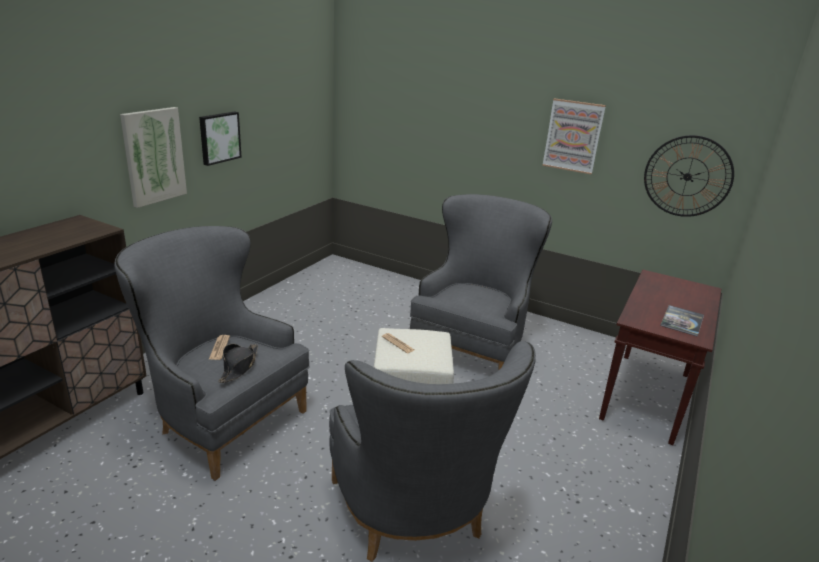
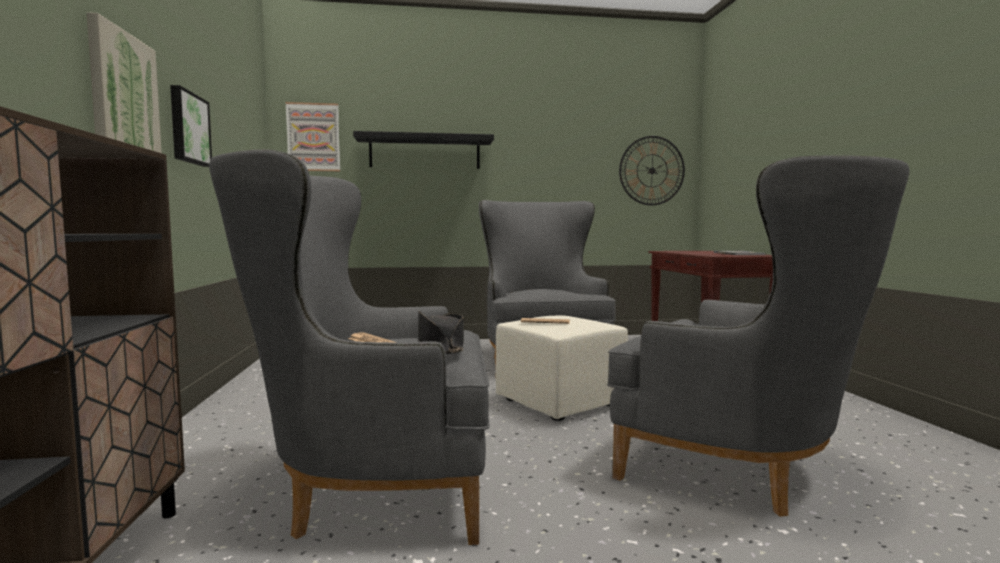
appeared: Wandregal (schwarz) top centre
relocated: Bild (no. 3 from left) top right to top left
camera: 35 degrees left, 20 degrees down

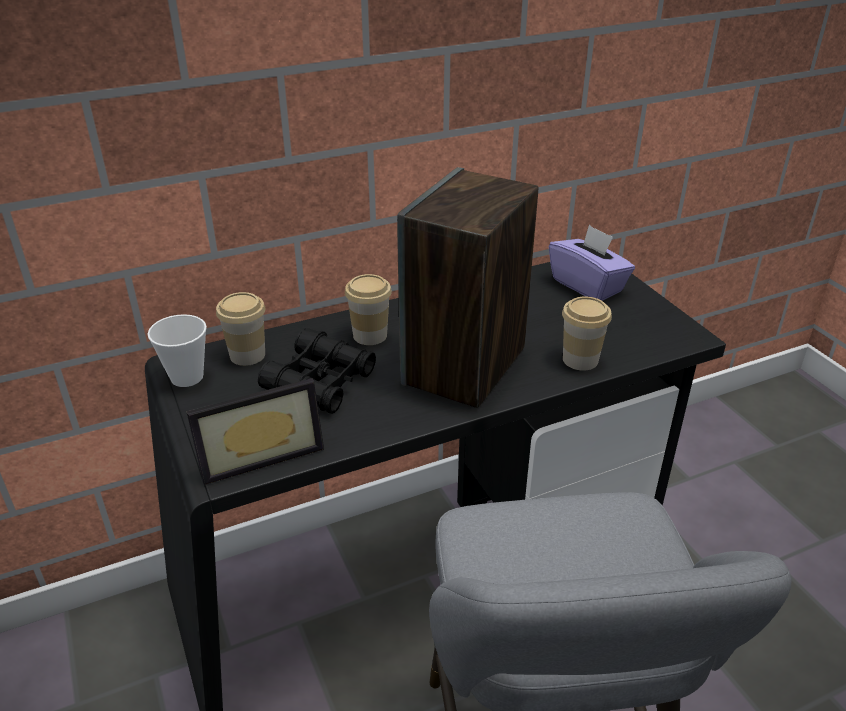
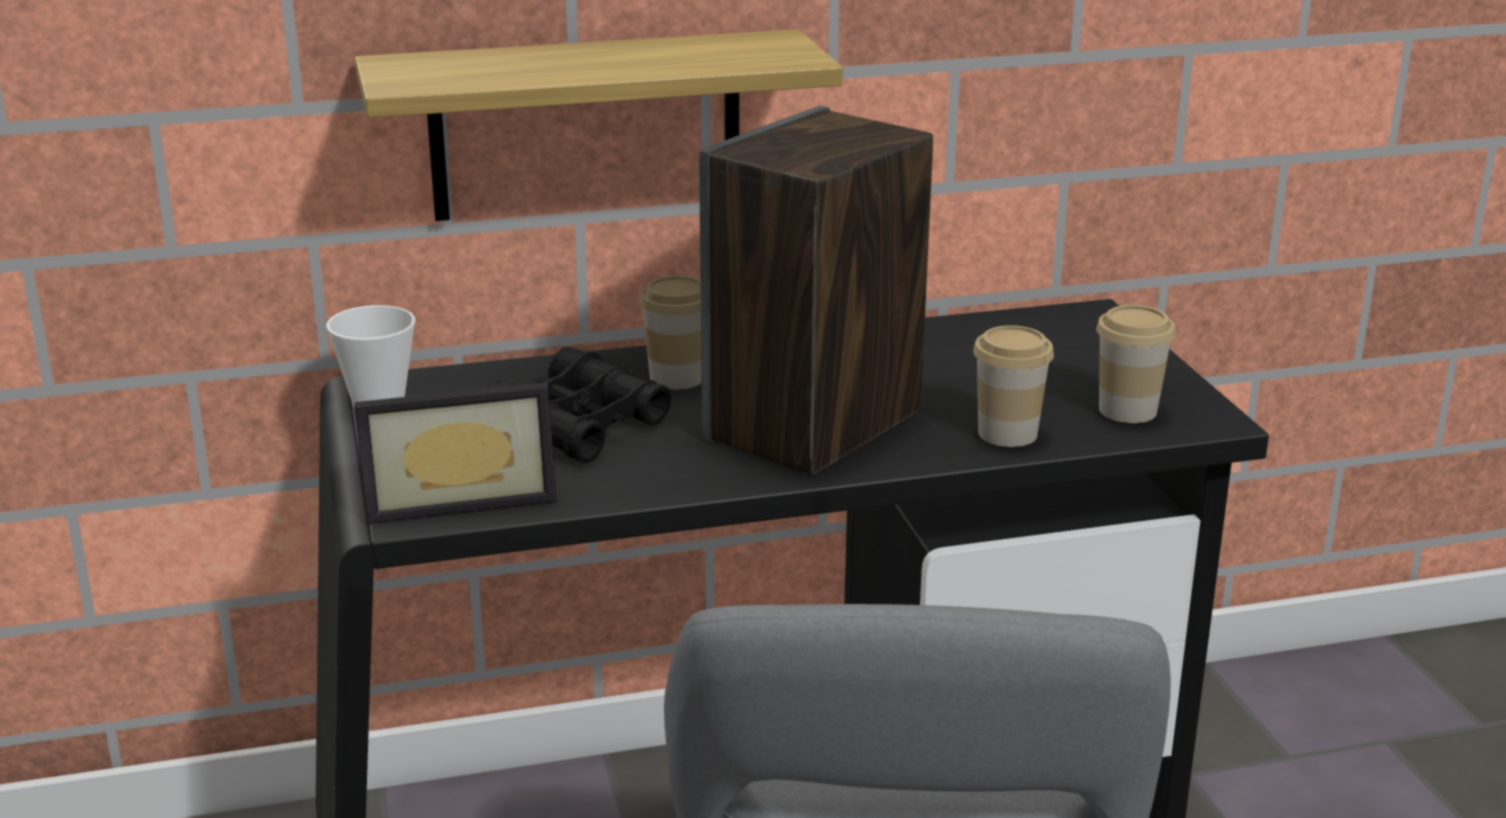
missing: Taschentuchbox (lila) middle right
appeared: Wandregal top centre
relocated: Tasse (no. 2 from left in the first image) middle left to Tasse (no. 4 from left) middle right
camera: 10 degrees right, 10 degrees down

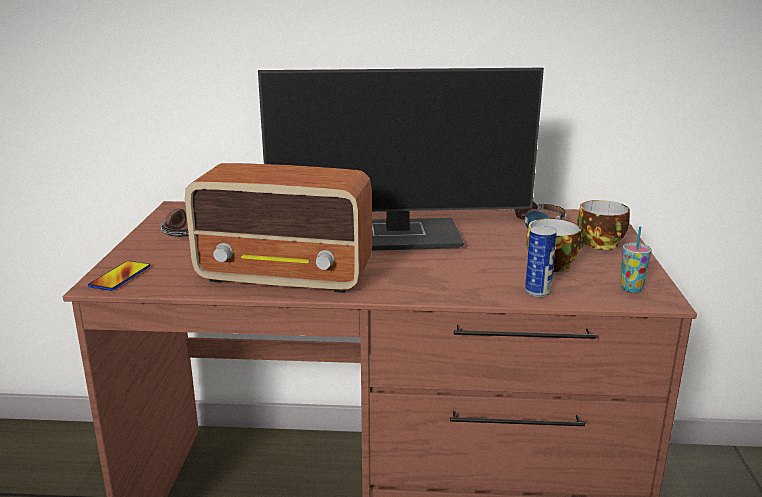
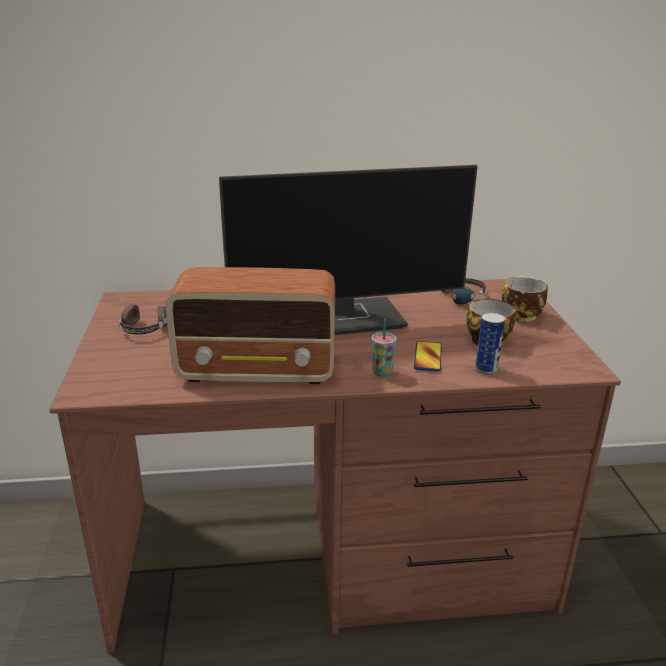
relocated: Tasse (no. 3 from left in the first image) middle right to Tasse (no. 1 from left) centre; Handy middle left to centre
camera: 10 degrees left, 5 degrees up

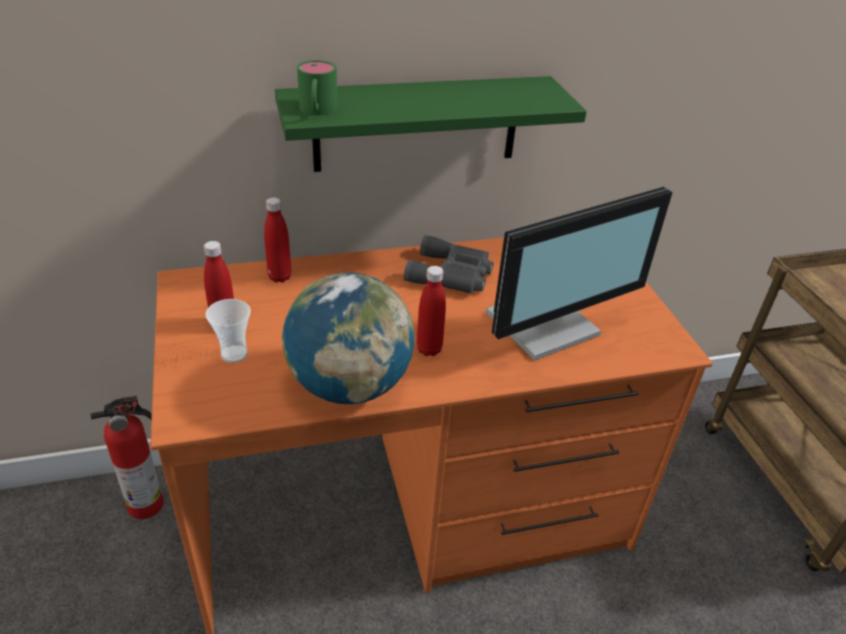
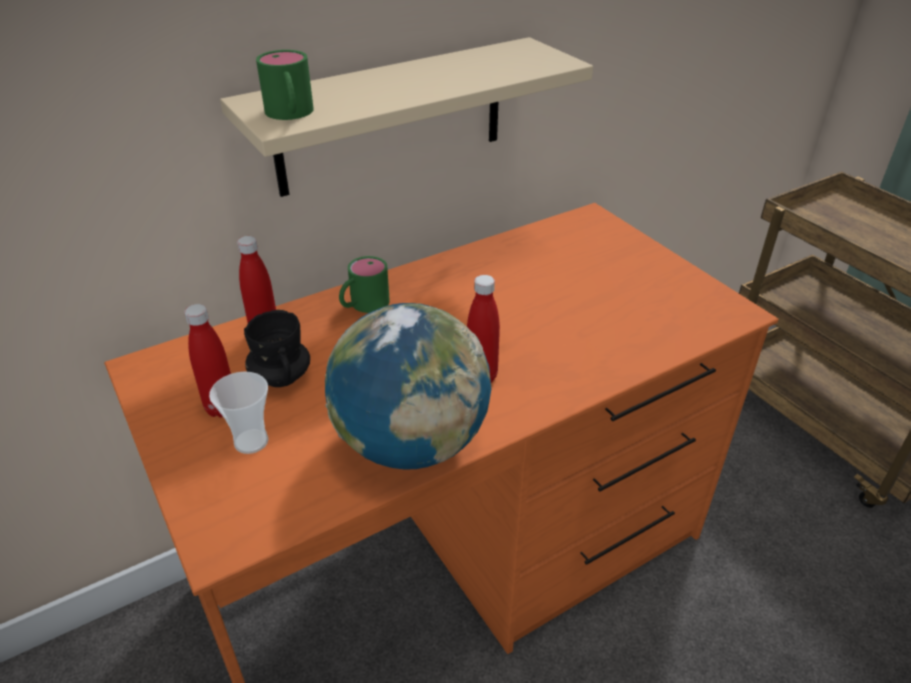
missing: Monitor middle right; Fernglas (grau) centre; Feuerlöscher bottom left
appeared: Henkelbecher (grün) (no. 2 from left) centre; Henkelbecher (schwarz) middle left
colour: Wandregal (grün) top centre to Wandregal (beige) top centre
camera: 15 degrees left, 0 degrees up

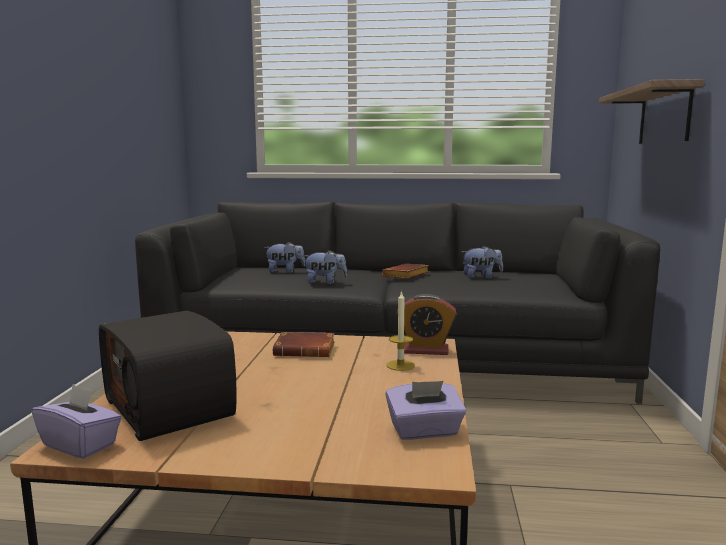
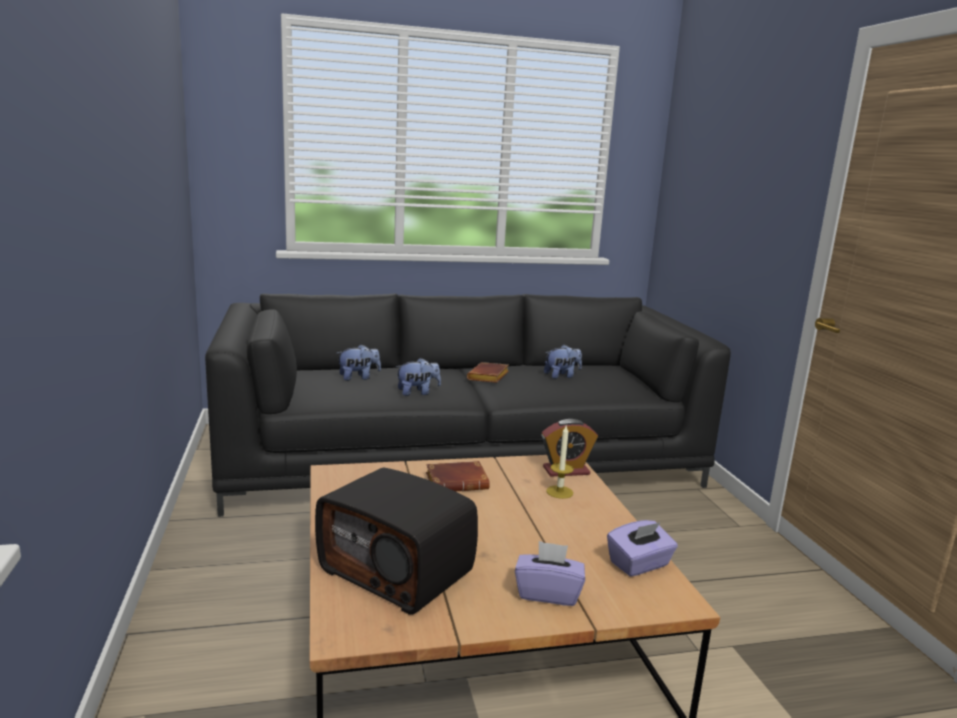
missing: Wandregal top right
relocated: Taschentuchbox (lila) (no. 1 from left) bottom left to bottom centre
camera: 20 degrees left, 5 degrees up

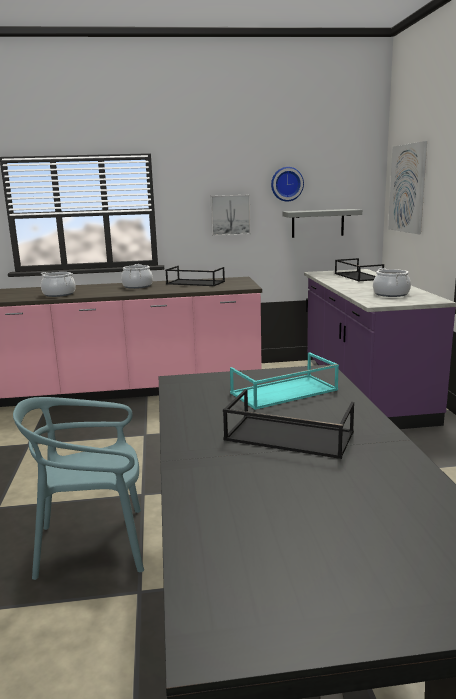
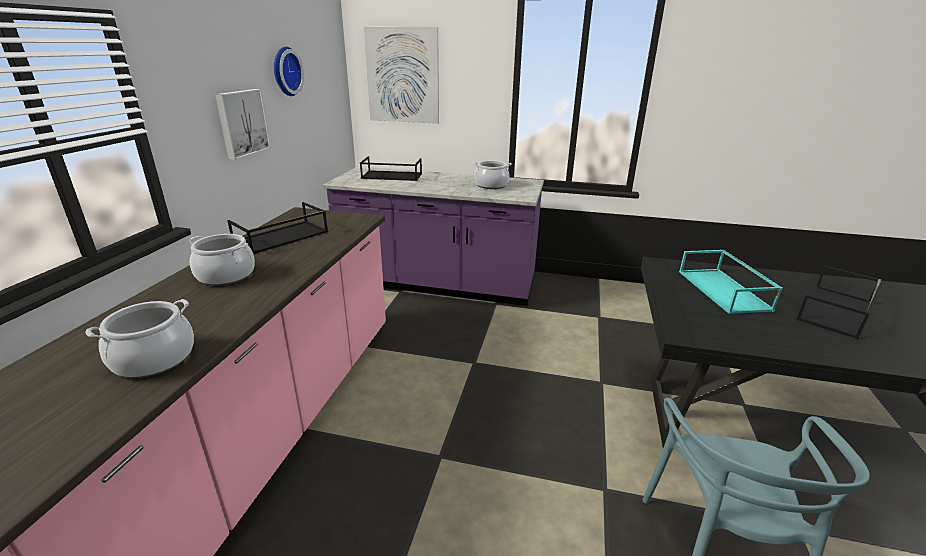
missing: Wandregal (grau) top right
camera: 70 degrees left, 10 degrees up

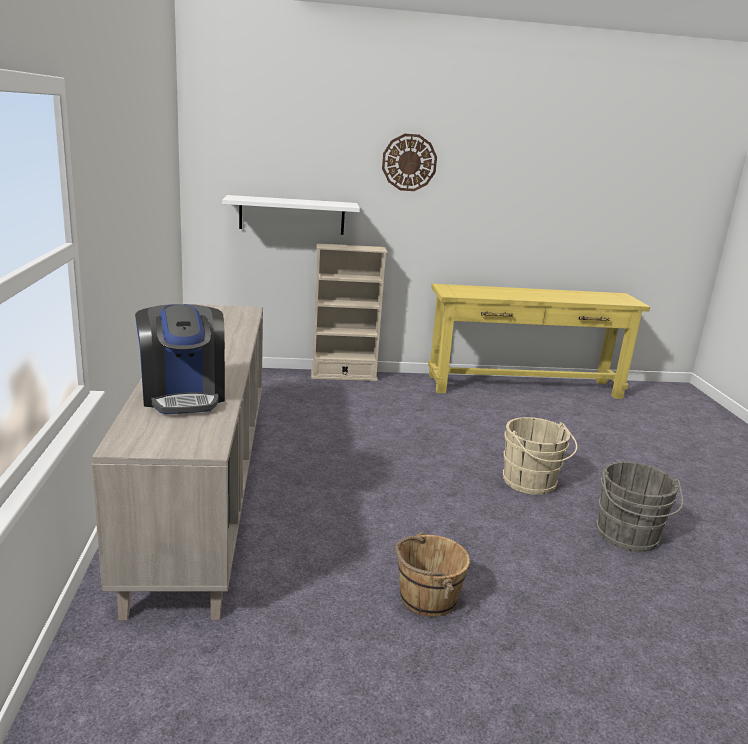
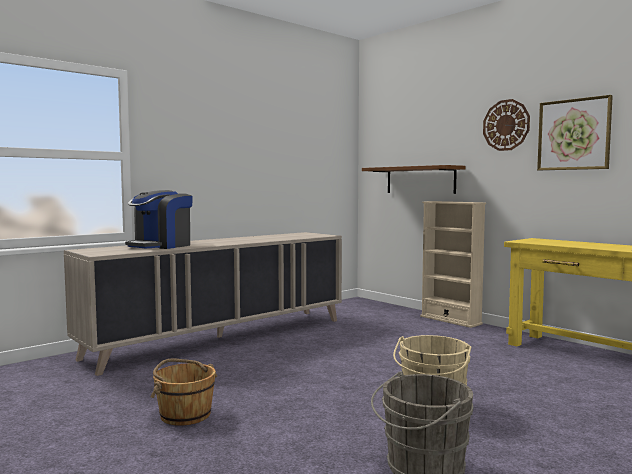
appeared: Bild top right
colour: Wandregal (weiß) top centre to Wandregal (braun) centre
camera: 55 degrees right, 15 degrees down

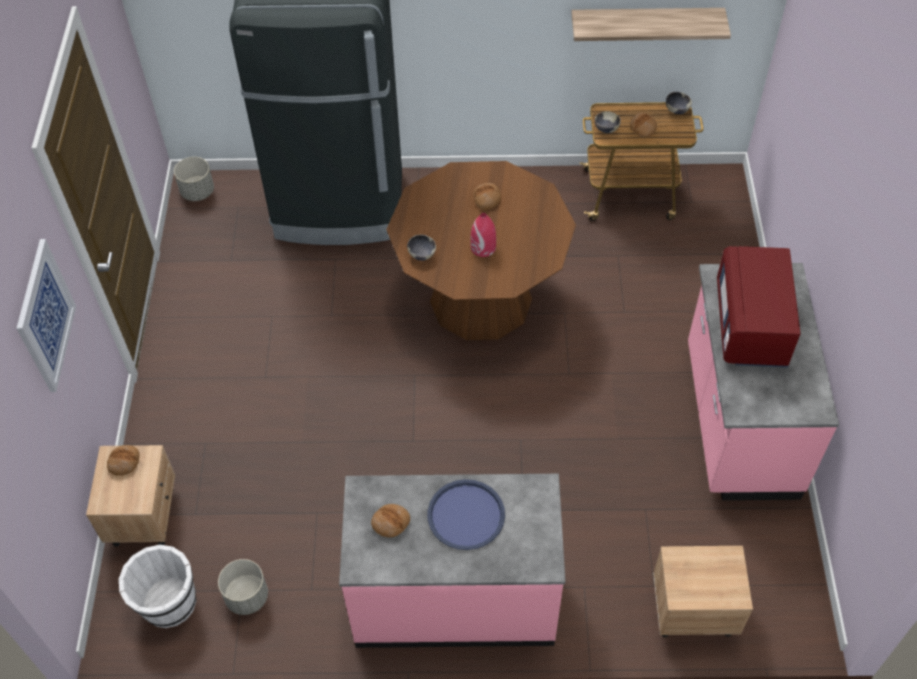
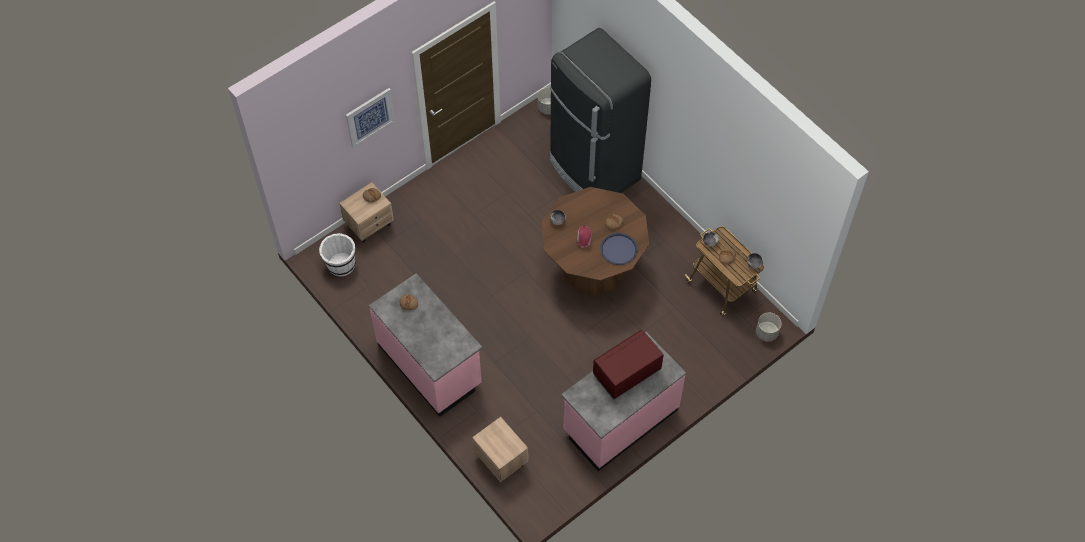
missing: Wandregal top right
relocated: Tablett (blau) bottom centre to centre; Pflanzkübel (grau) (no. 2 from left) bottom left to middle right
camera: 50 degrees right, 5 degrees up

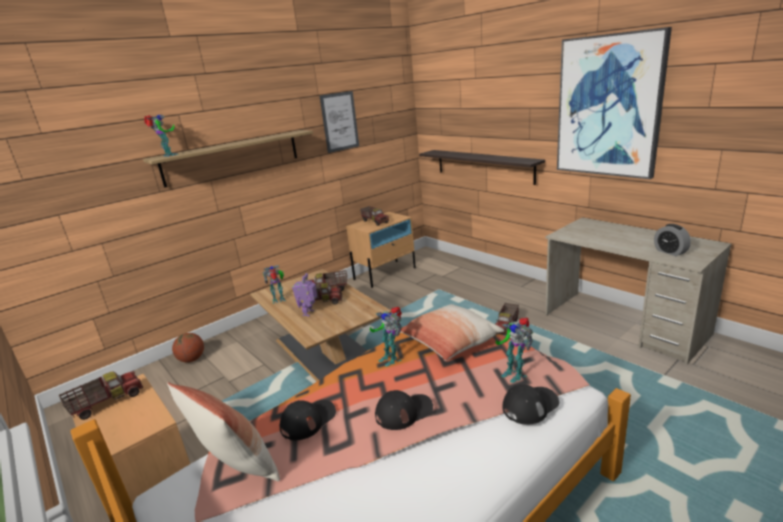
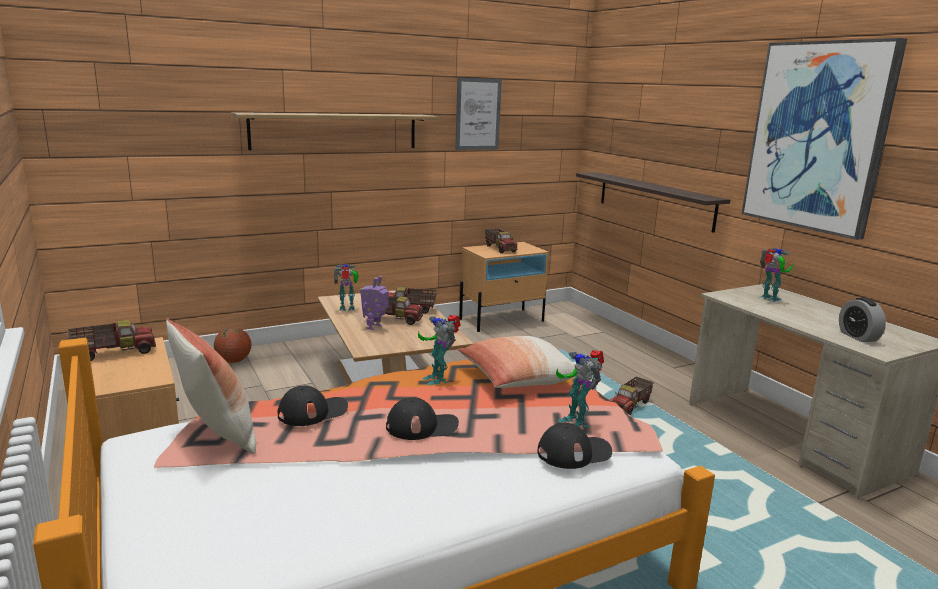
relocated: Spielzeugroboter (no. 1 from left in the first image) top left to Spielzeugroboter (no. 5 from left) middle right
camera: 10 degrees right, 5 degrees down

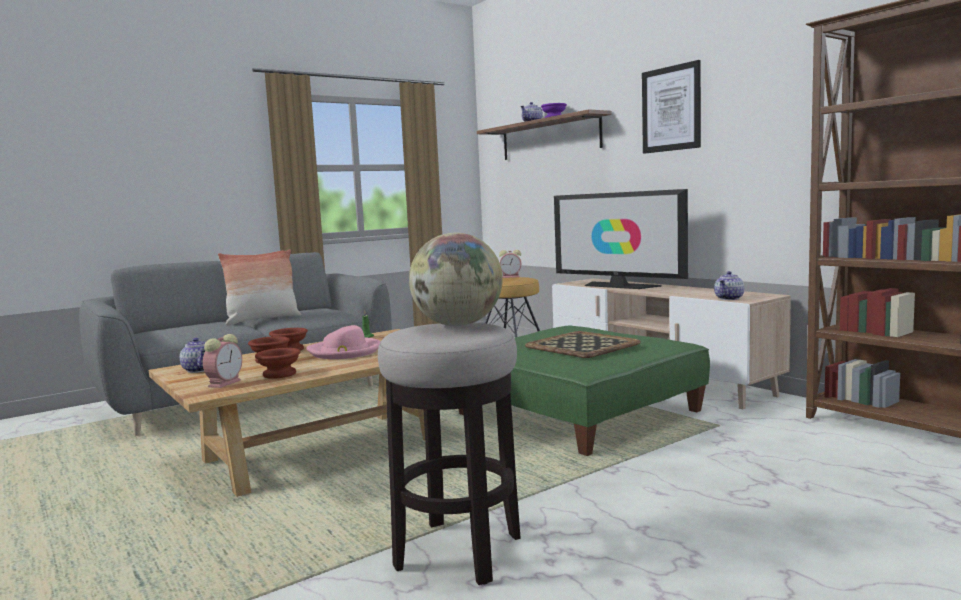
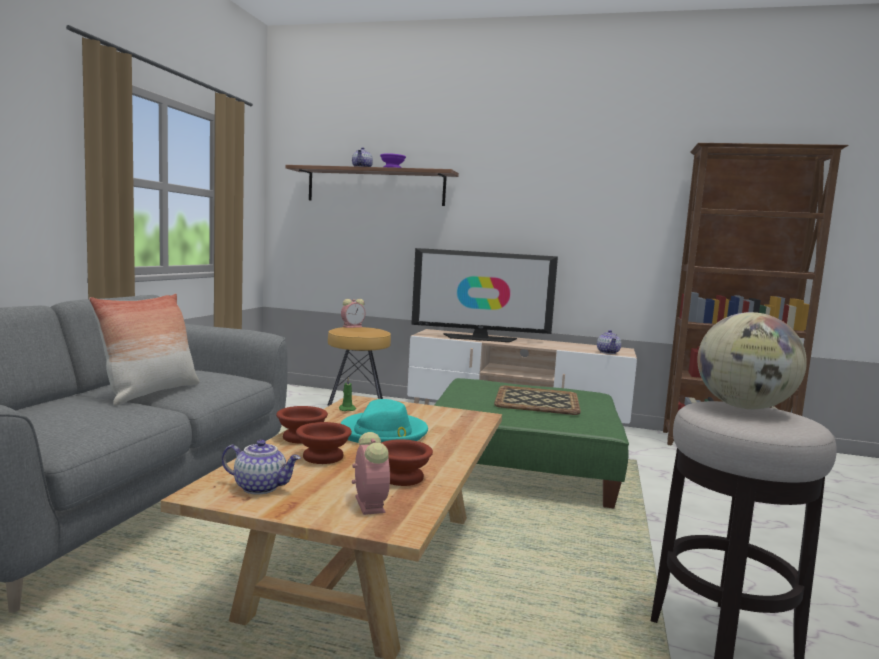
missing: Bild top right
colour: Hut (rosa) centre to Hut (türkis) centre
camera: 40 degrees left, 0 degrees up

